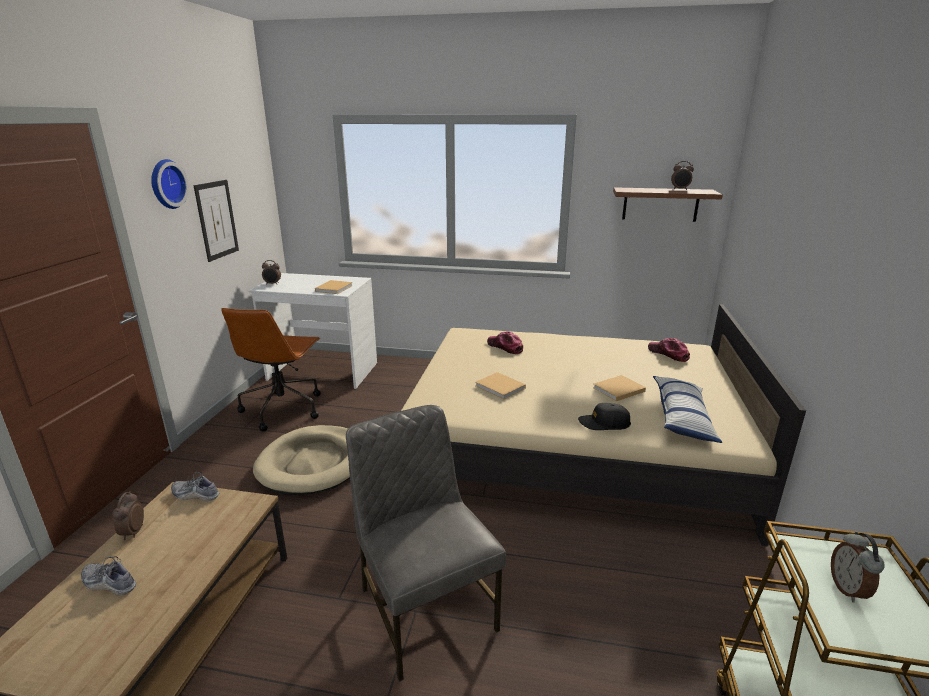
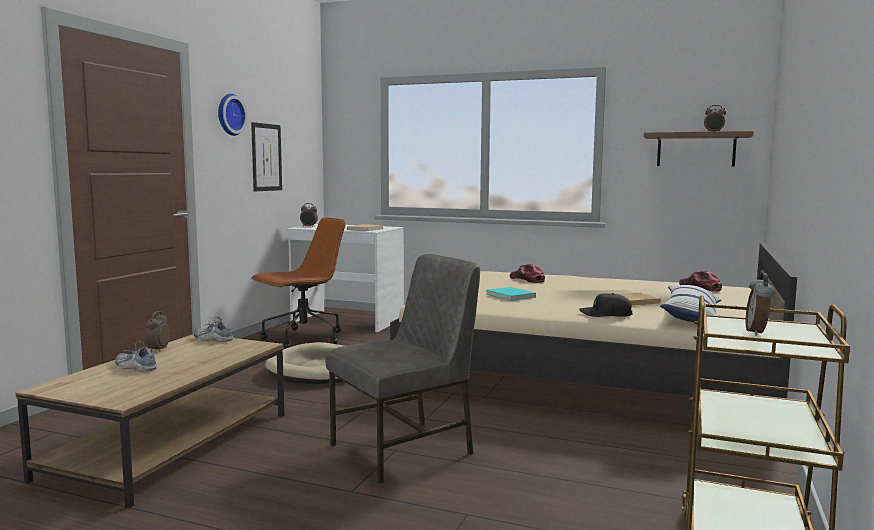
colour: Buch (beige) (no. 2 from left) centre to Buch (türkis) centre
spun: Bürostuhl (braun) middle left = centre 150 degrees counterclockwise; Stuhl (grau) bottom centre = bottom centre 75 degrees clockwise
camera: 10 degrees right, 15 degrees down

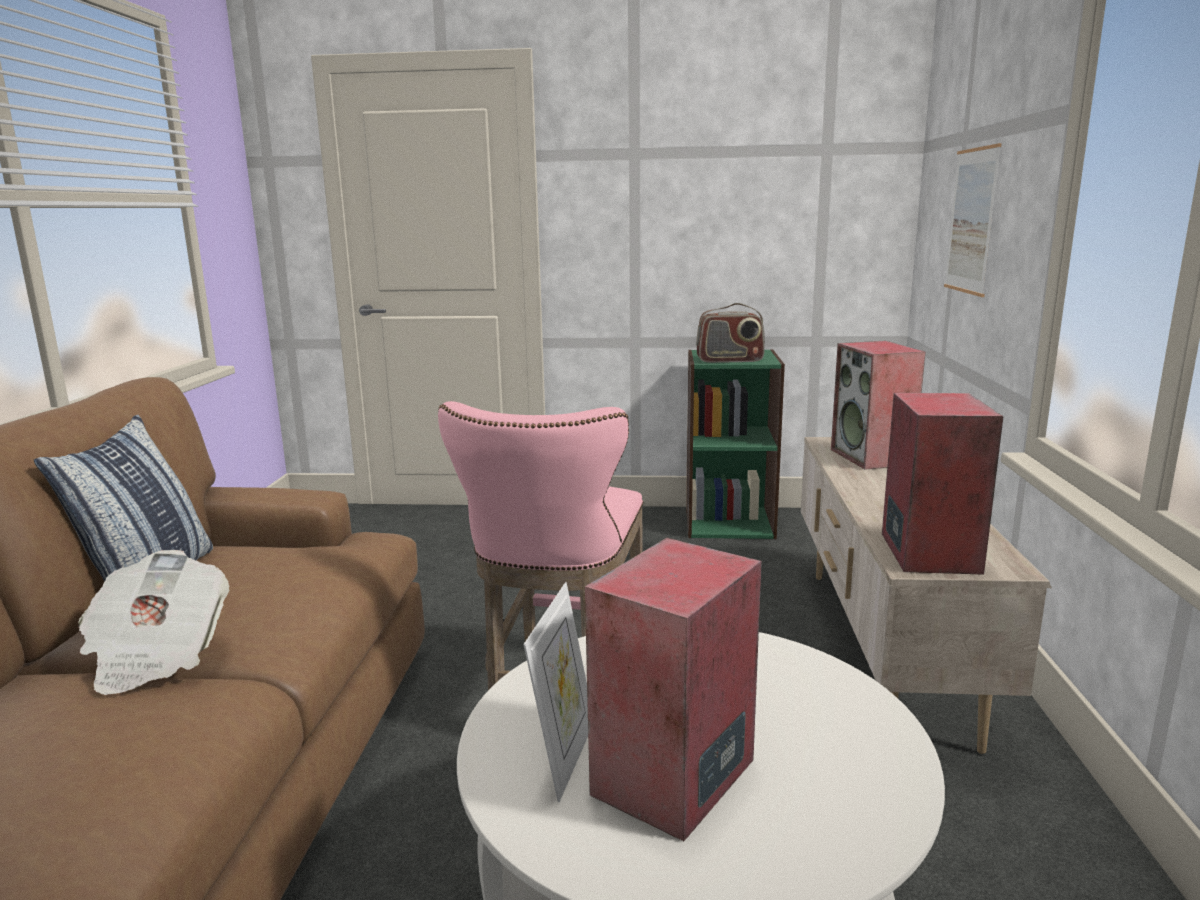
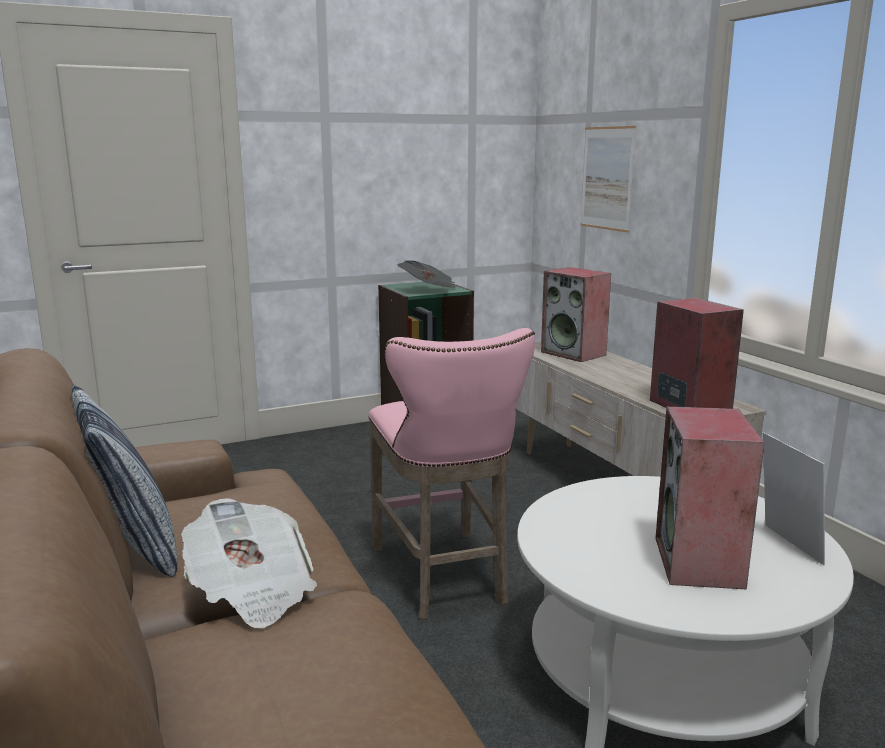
relocated: Bilderrahmen bottom centre to middle right
exchanged: Radio centre to Zeitung (no. 2 from left) centre
camera: 30 degrees left, 0 degrees up

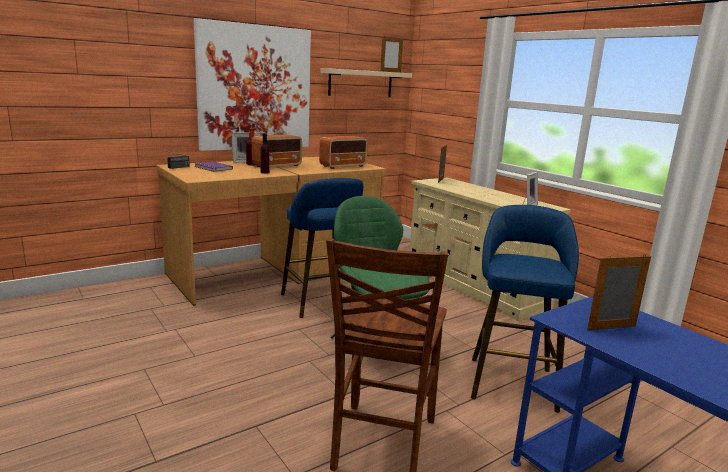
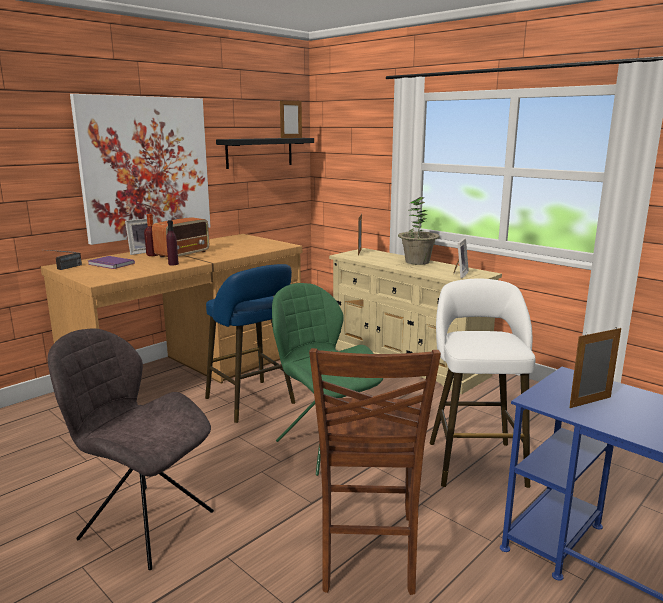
missing: Radio (no. 3 from left) top centre
appeared: Topfpflanze centre; Stuhl (grau) bottom left
colour: Wandregal (beige) top centre to Wandregal (schwarz) top centre; Hocker (blau) (no. 2 from left) middle right to Hocker (weiß) middle right
camera: 10 degrees left, 0 degrees up

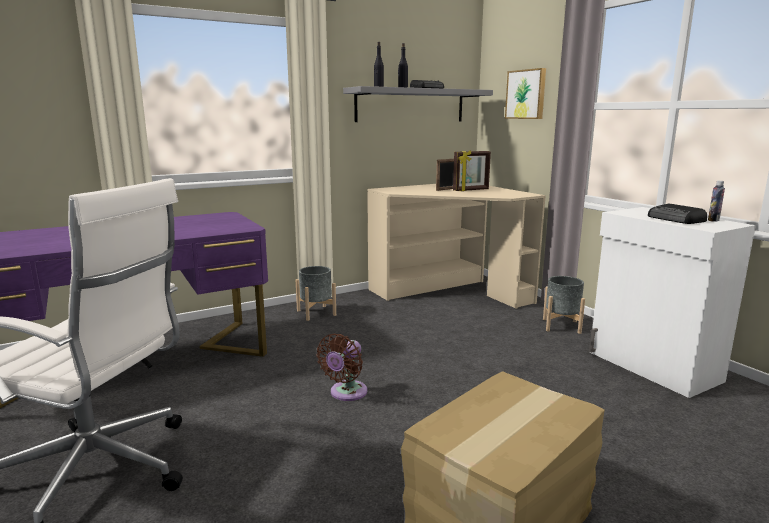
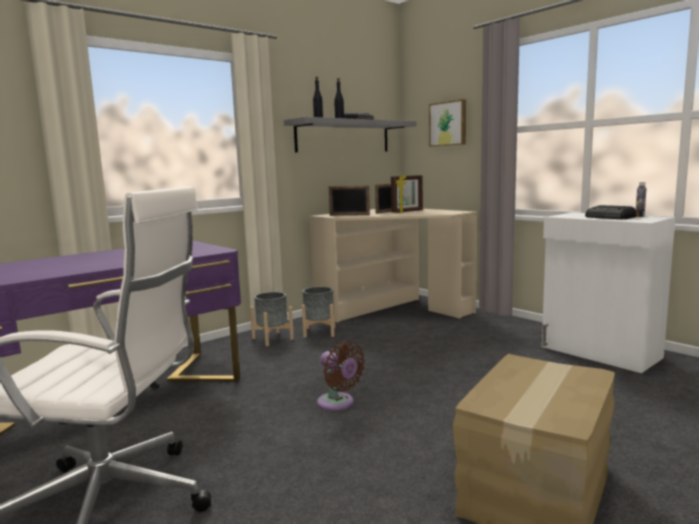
appeared: Bilderrahmen (no. 1 from left) centre
relocated: Pflanzkübel (grau) (no. 2 from left) middle right to centre
spun: Ventilator (braun) bottom centre = bottom centre 60 degrees counterclockwise
camera: 10 degrees left, 5 degrees down

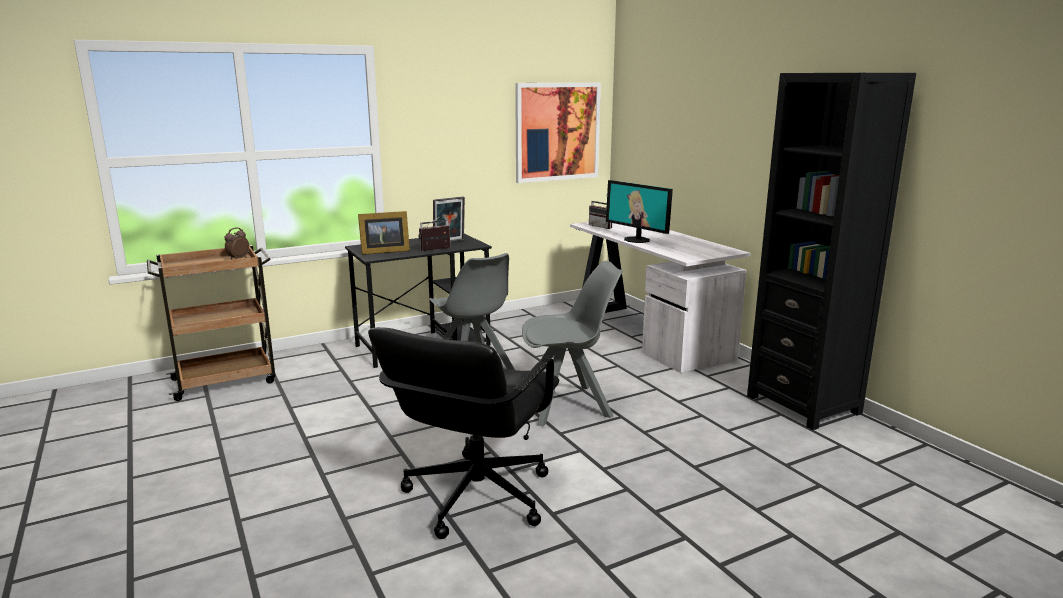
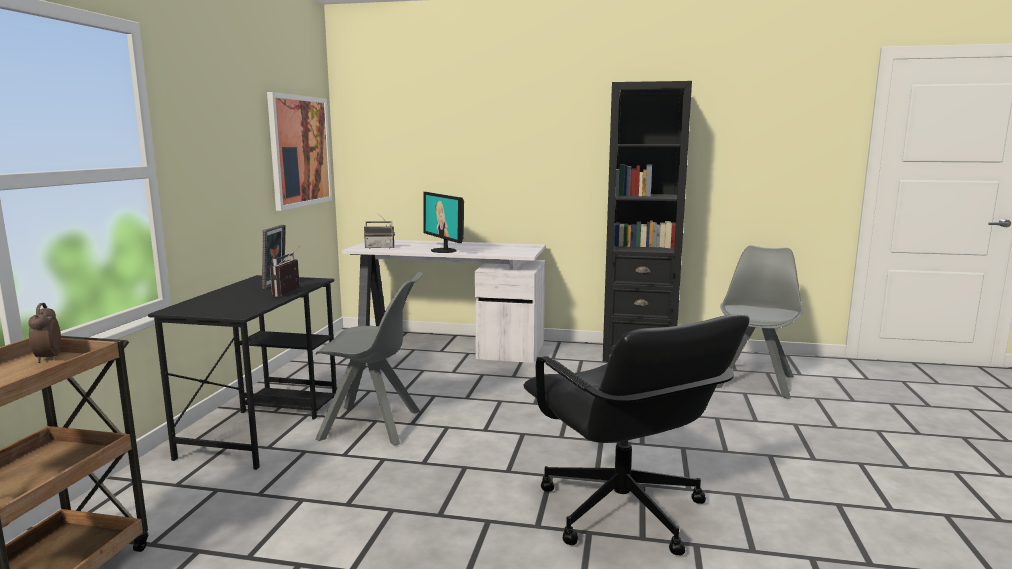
missing: Bilderrahmen (no. 1 from left) centre
relocated: Stuhl (grau) (no. 2 from left) centre to middle right
spun: Monitor centre = centre 60 degrees clockwise
camera: 50 degrees left, 5 degrees down

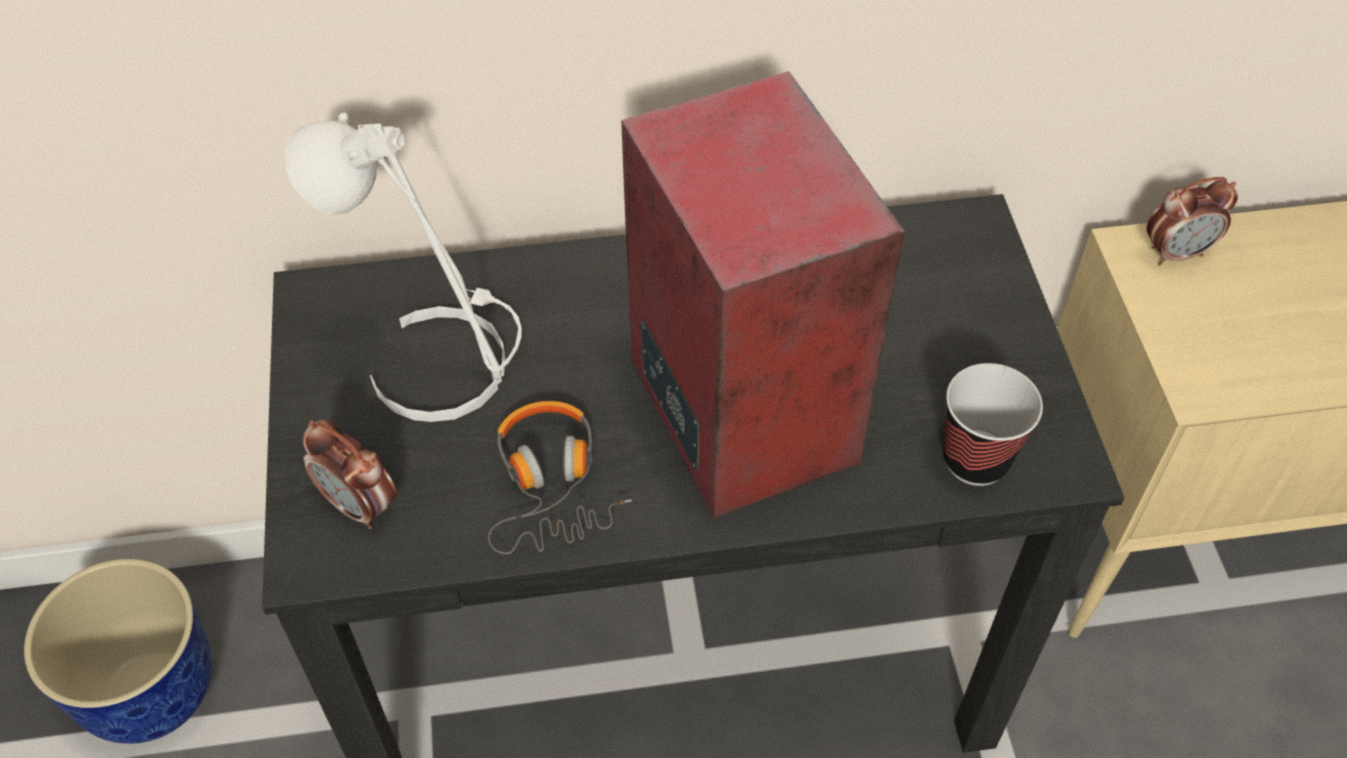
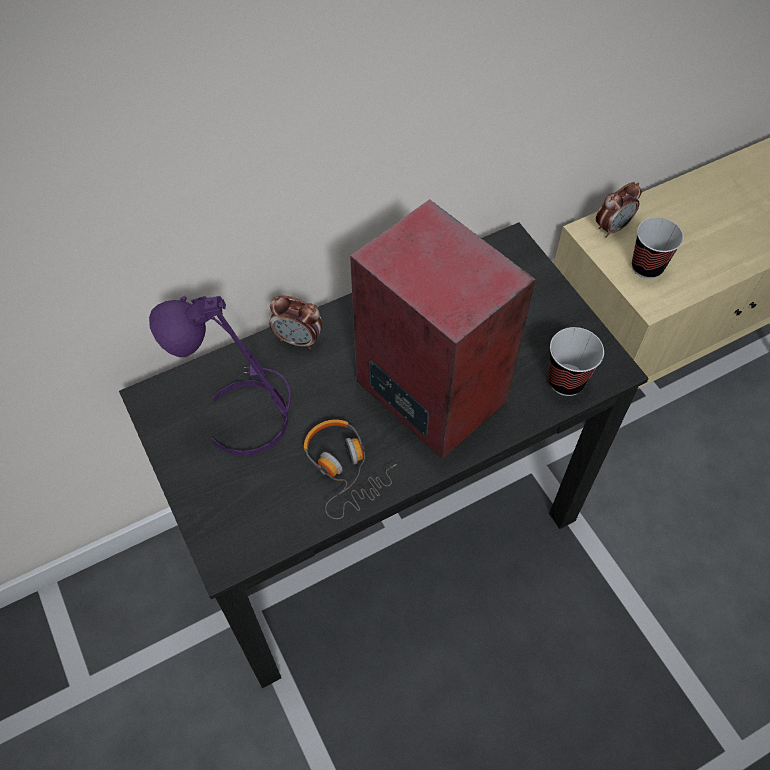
missing: Pflanzkübel bottom left
appeared: Tasse (no. 2 from left) top right
relocated: Wecker (no. 1 from left) middle left to centre
colour: Tischlampe (weiß) middle left to Tischlampe (lila) middle left
camera: 20 degrees left, 5 degrees up

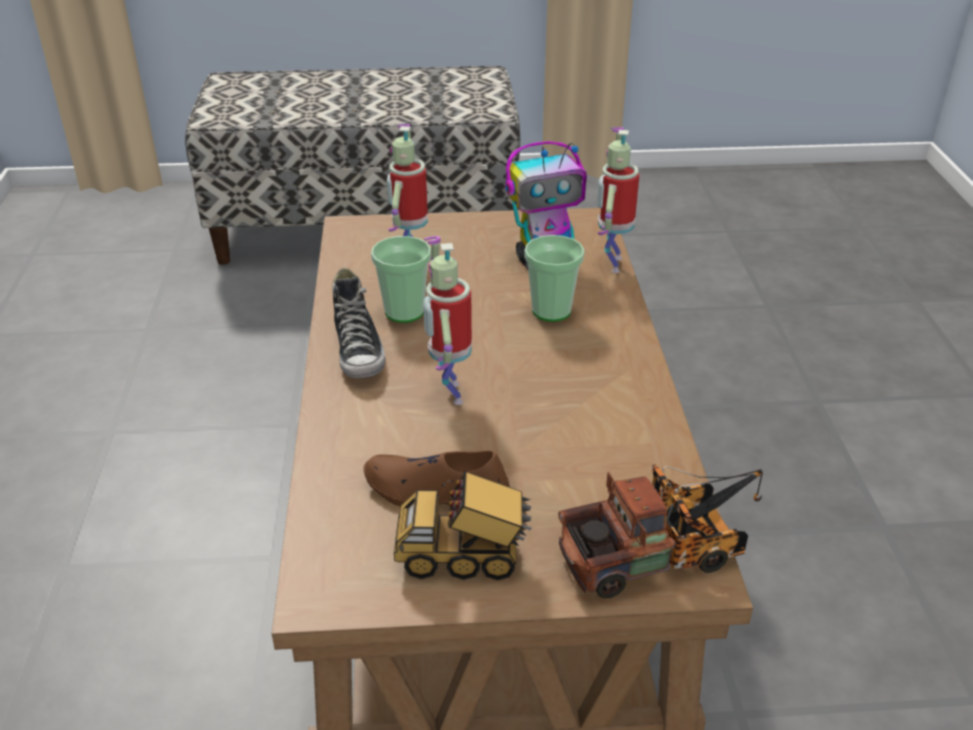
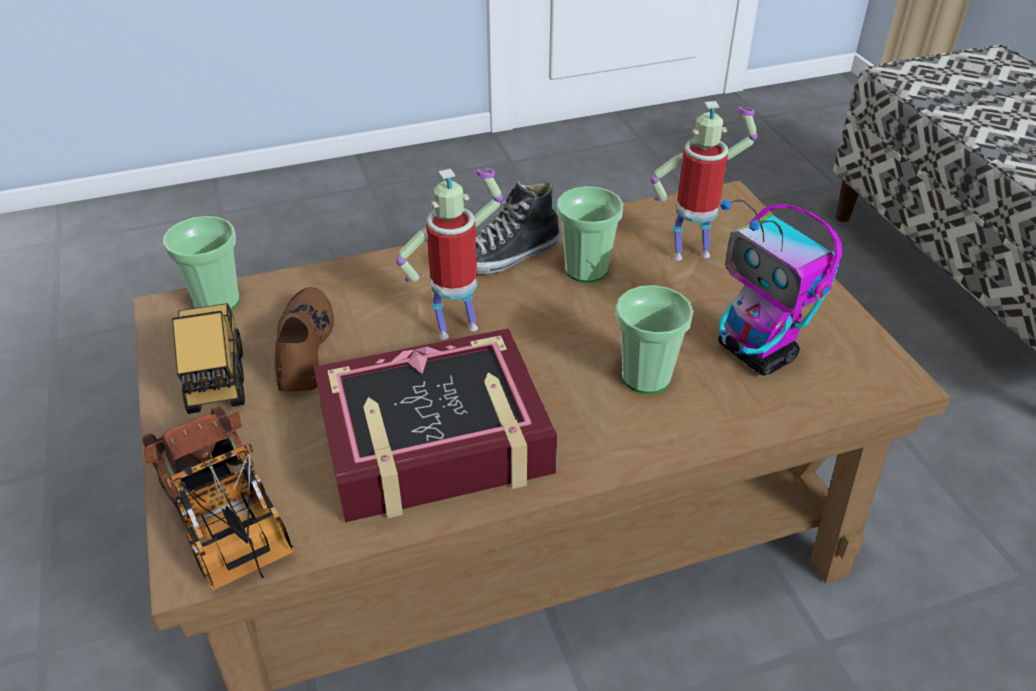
missing: Spielzeugroboter (no. 4 from left) top centre
appeared: Tasse (no. 1 from left) middle left; Buch centre
camera: 75 degrees right, 5 degrees up

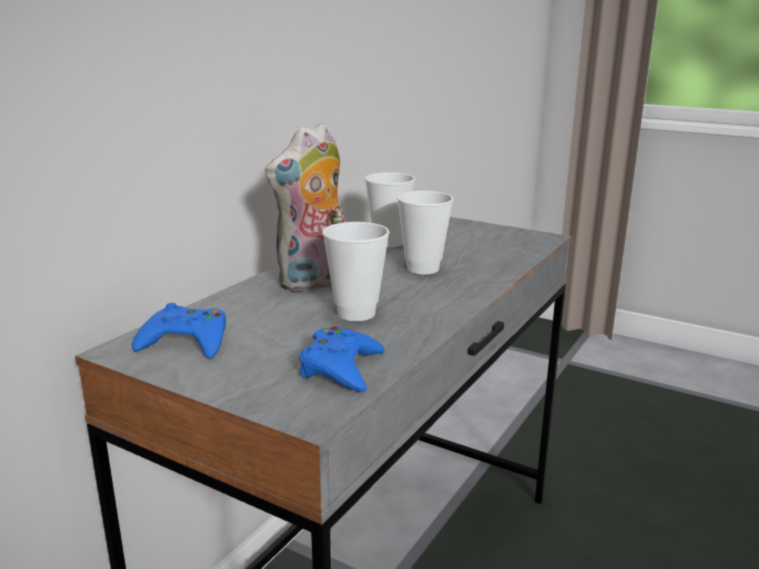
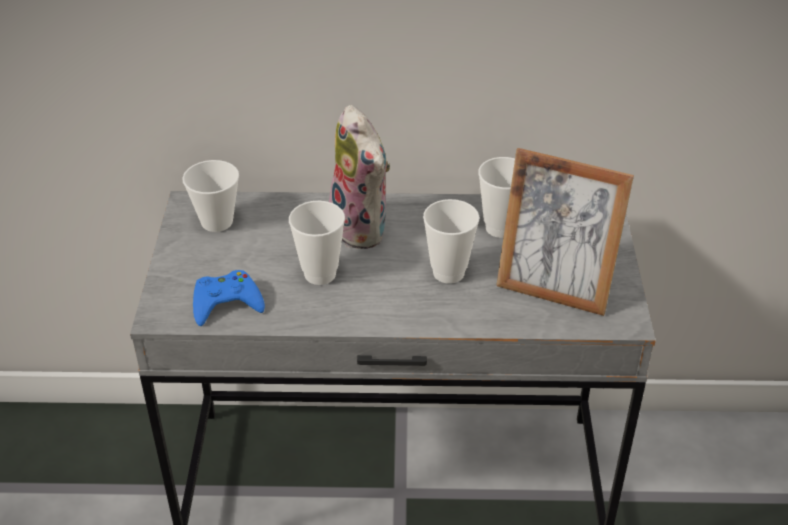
appeared: Bilderrahmen middle right
exchanged: Gamepad (blau) (no. 1 from left) middle left to Tasse (no. 1 from left) middle left
spun: Plüschtier centre = centre 135 degrees counterclockwise
camera: 60 degrees right, 20 degrees up

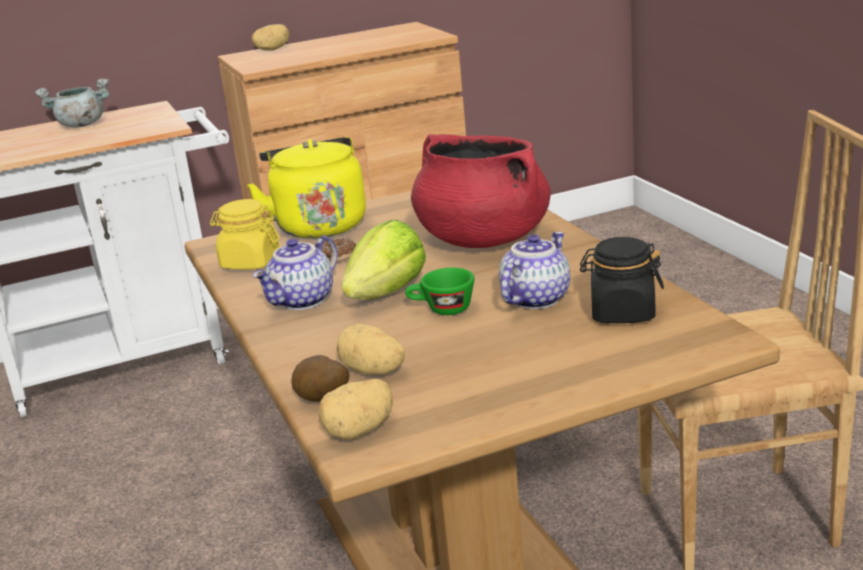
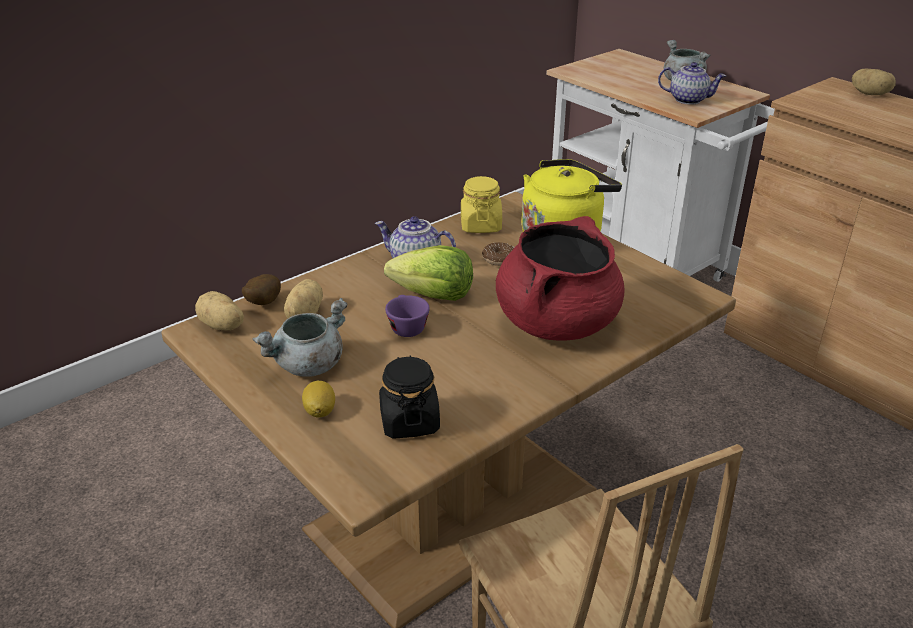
appeared: Kochtopf (grau) (no. 1 from left) middle left; Zitrone centre
relocated: Teekanne (no. 2 from left) centre to top right
colour: Tasse (grün) centre to Tasse (lila) centre
camera: 70 degrees right, 10 degrees up

